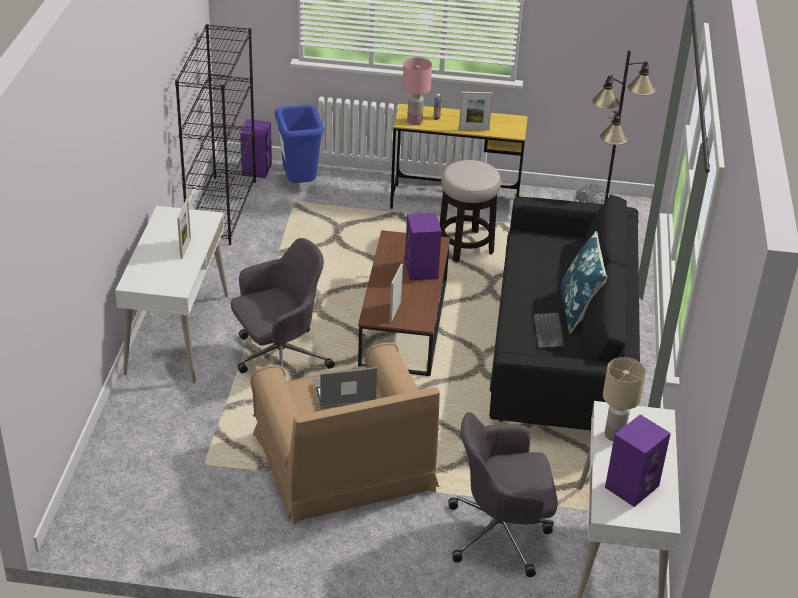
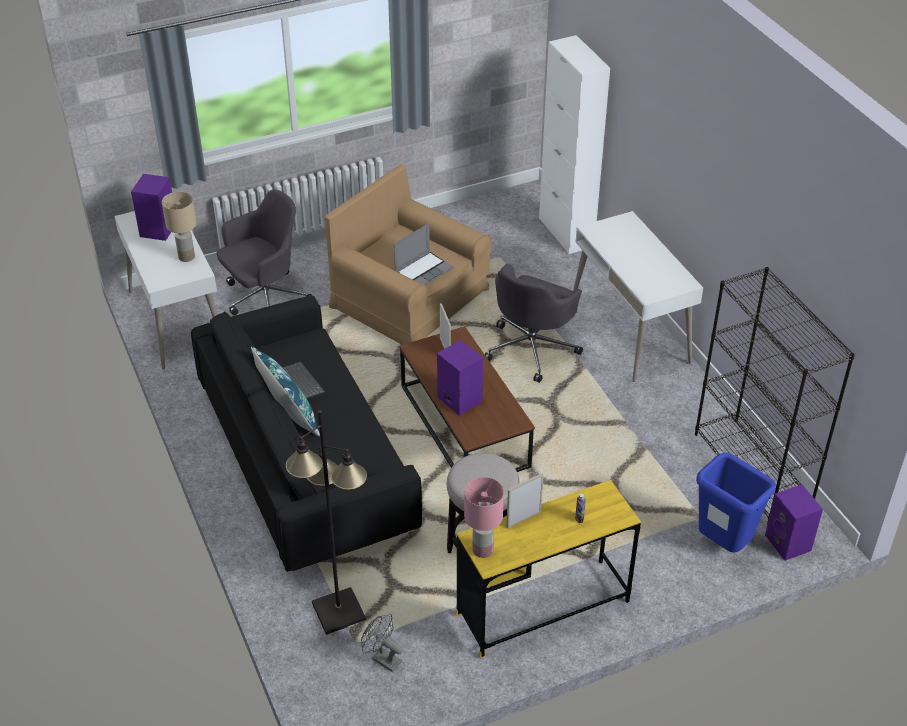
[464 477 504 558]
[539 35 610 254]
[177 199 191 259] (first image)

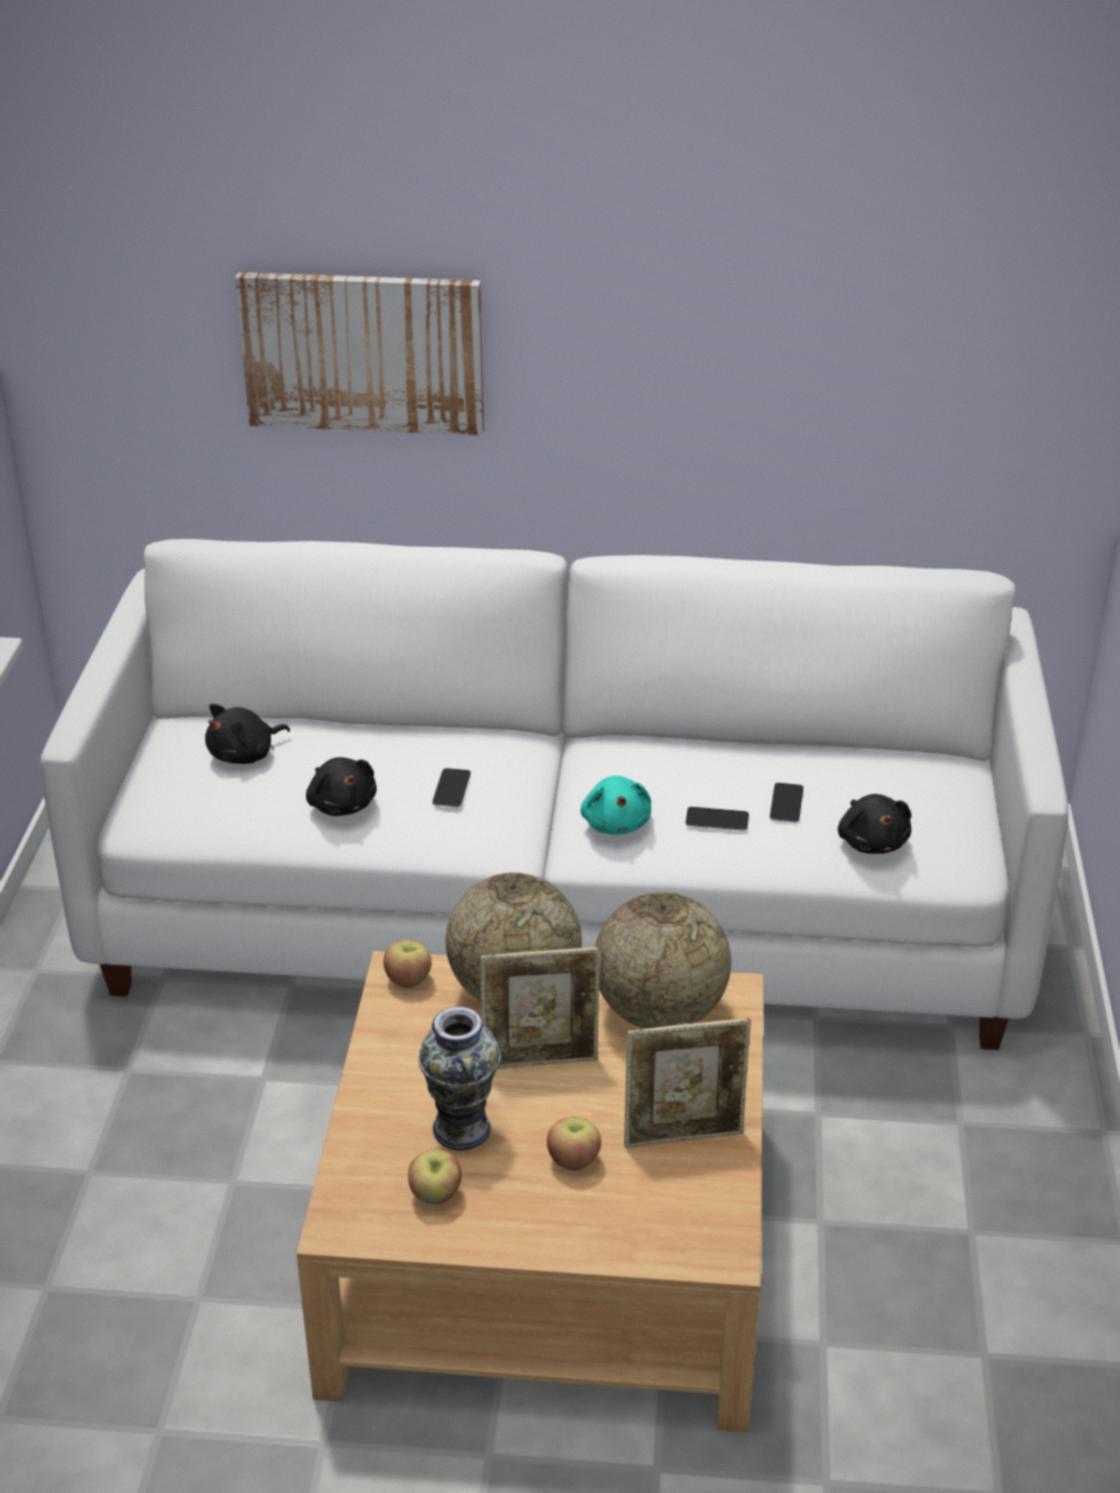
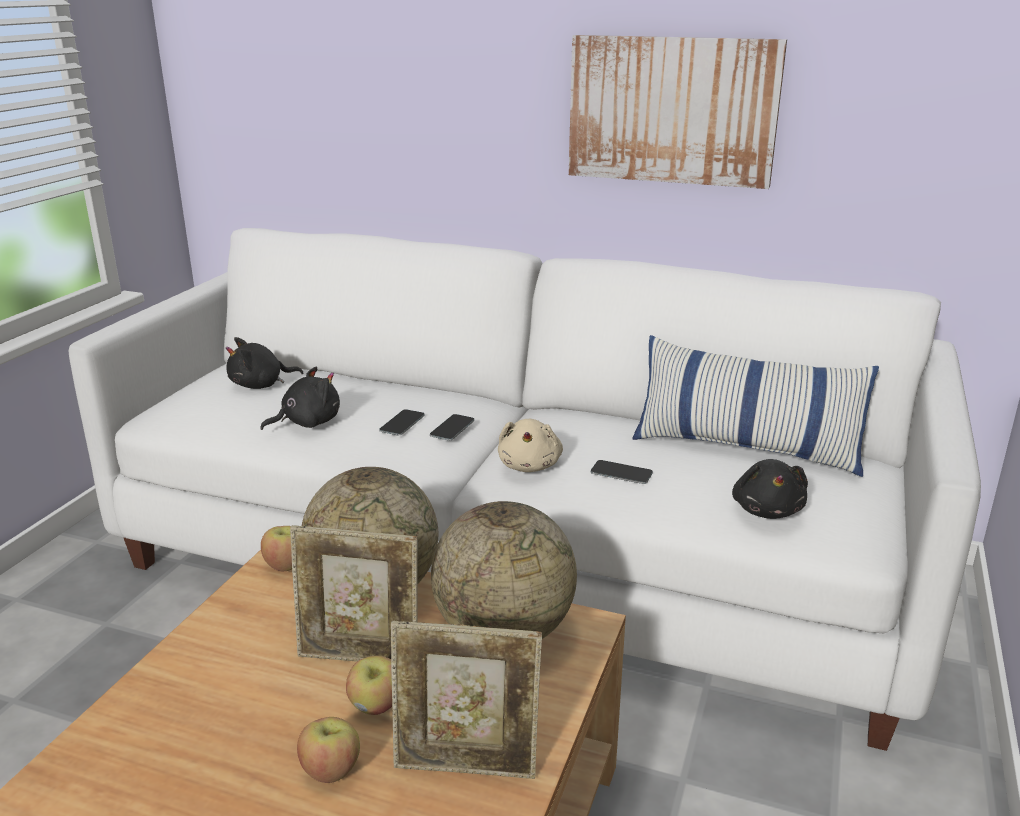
[260 367 340 430]
[346 656 392 715]
[430 414 474 440]
[498 419 563 472]
[569 35 787 189]
[632 335 879 477]
[419 1006 501 1150] (first image)

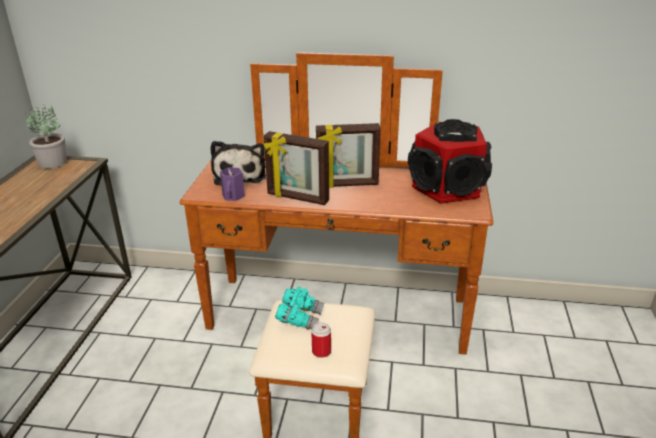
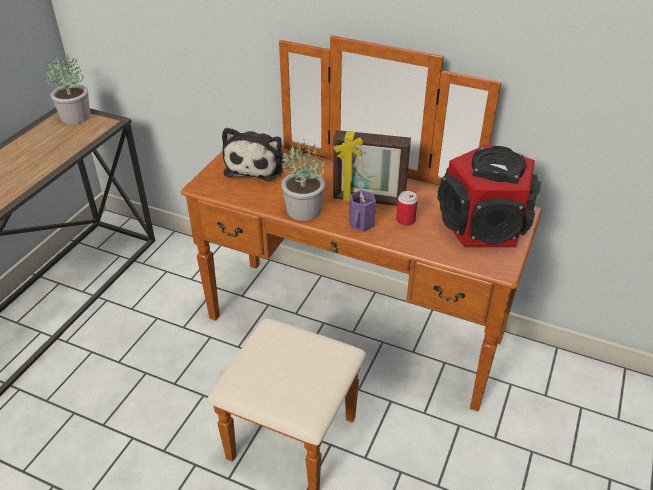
[281 138 325 221]
[349 190 376 232]
[396 191 418 226]
[275 287 324 330] (first image)

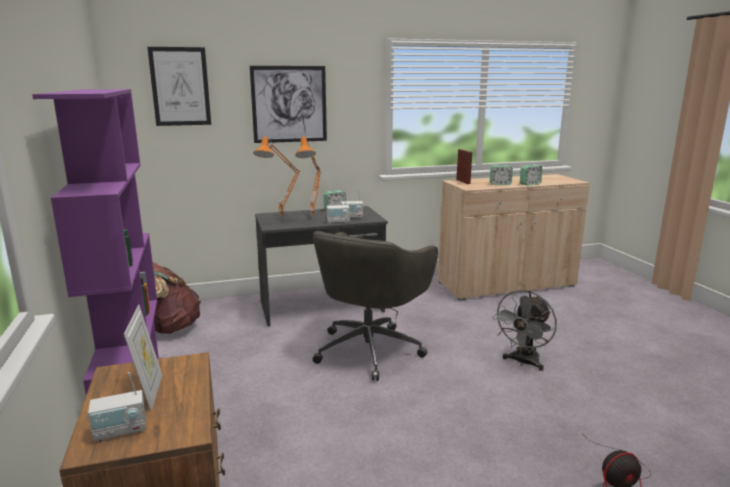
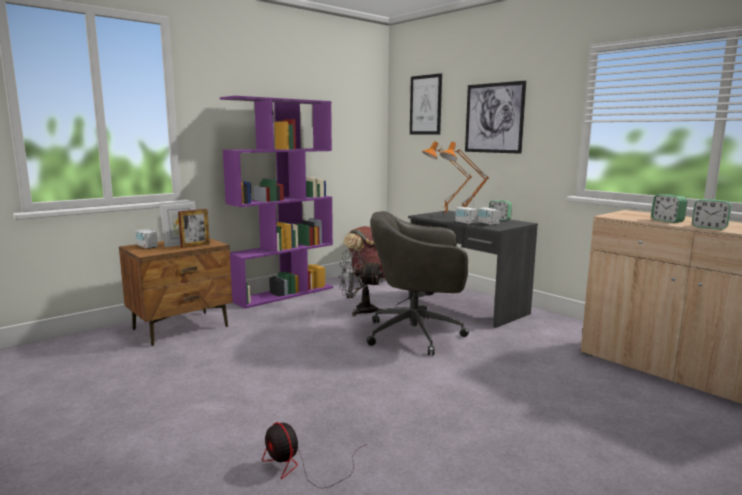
[178 209 210 248]
[338 249 383 316]

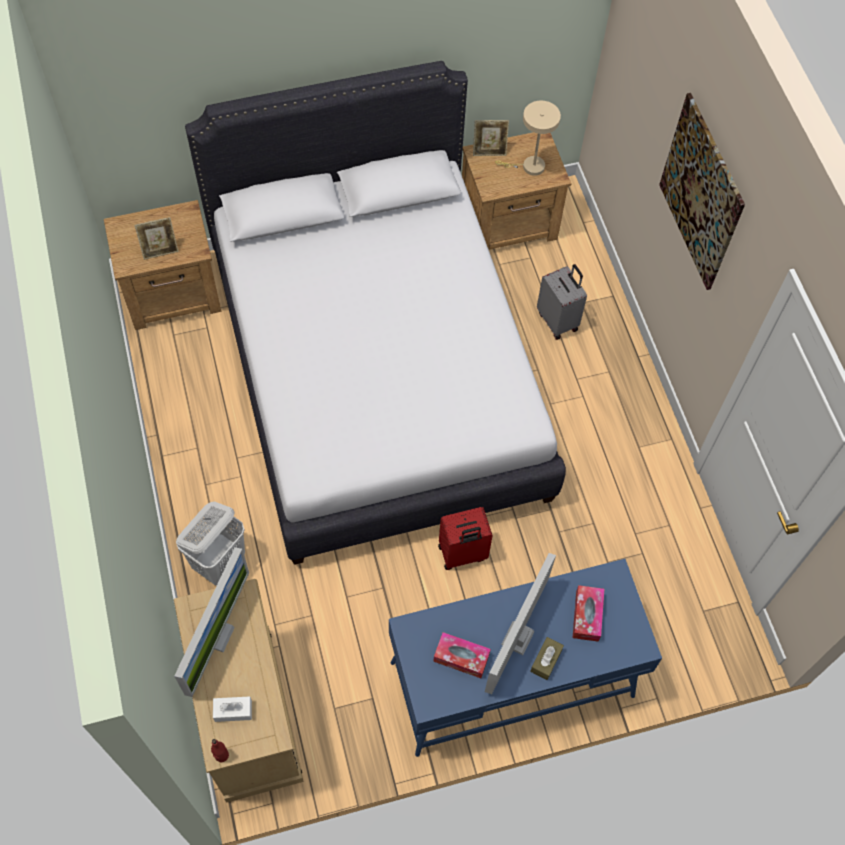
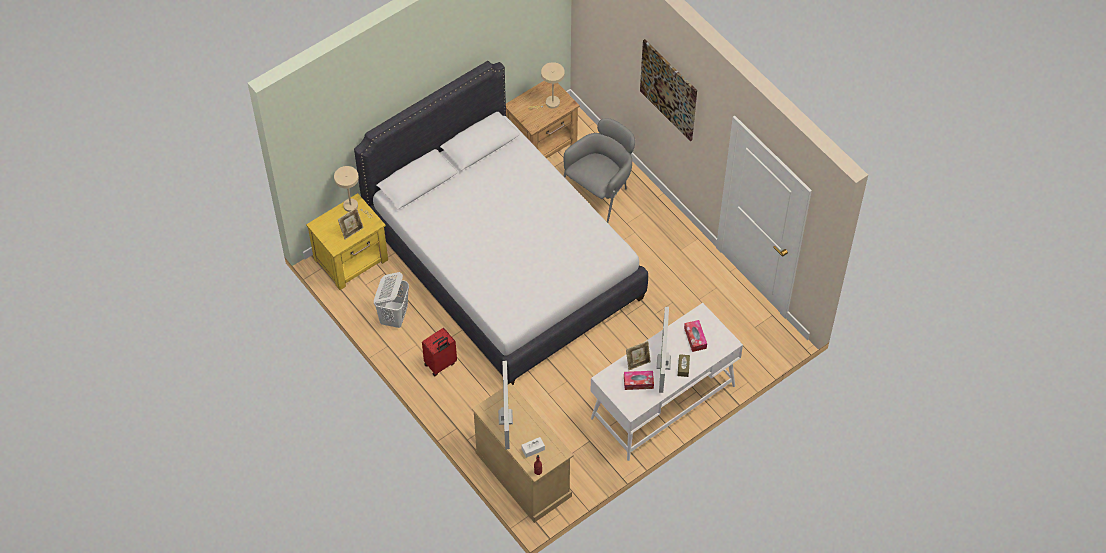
[306 193 388 290]
[334 166 373 218]
[374 272 409 328]
[422 328 457 376]
[564 118 635 223]
[590 303 743 461]
[626 341 651 370]

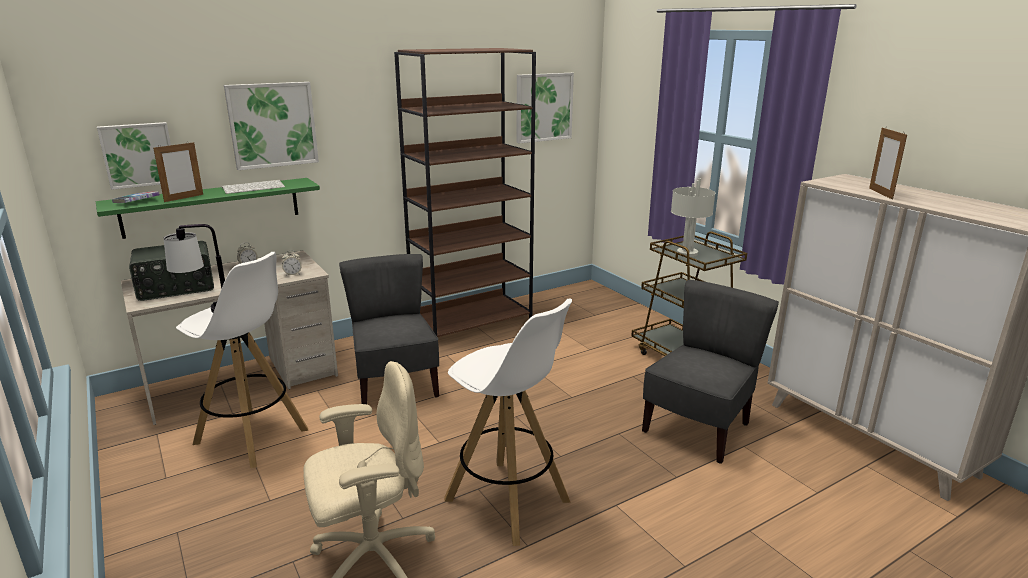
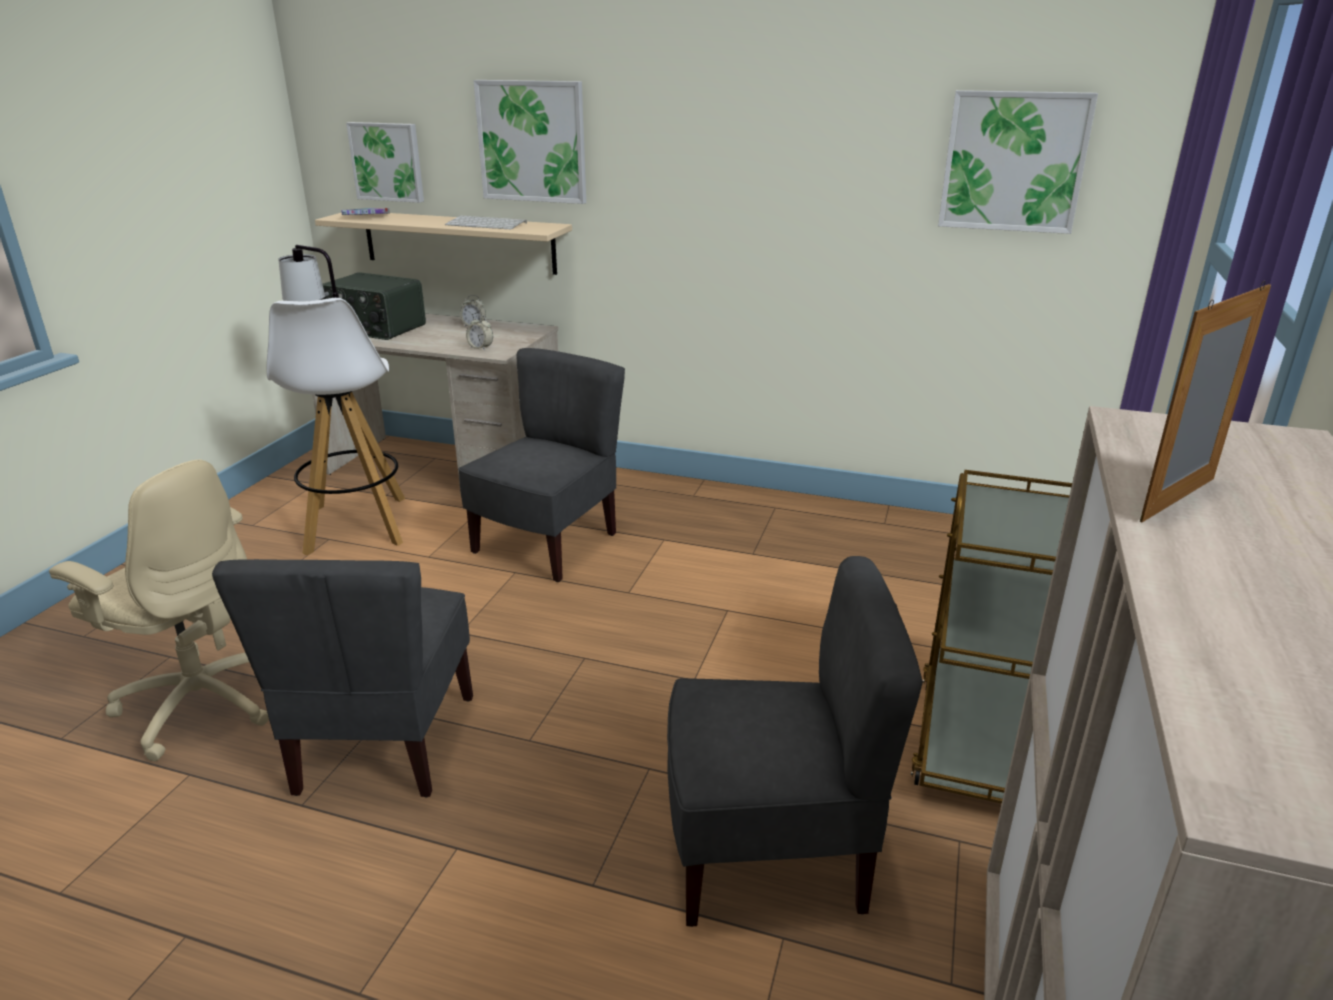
[212 559 473 797]
[315 212 572 275]
[153 141 203 202] (first image)
[394 48 536 337] (first image)
[671 178 715 257] (first image)

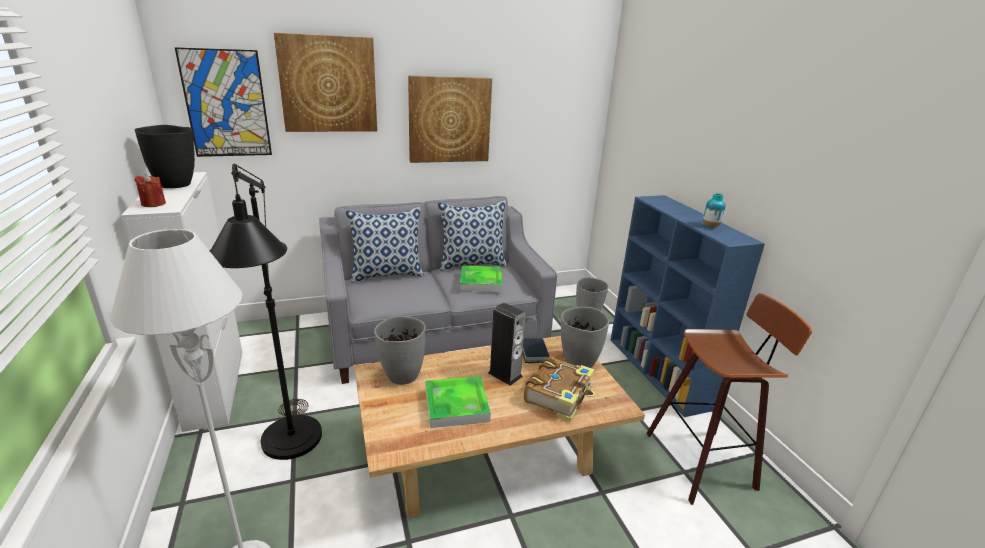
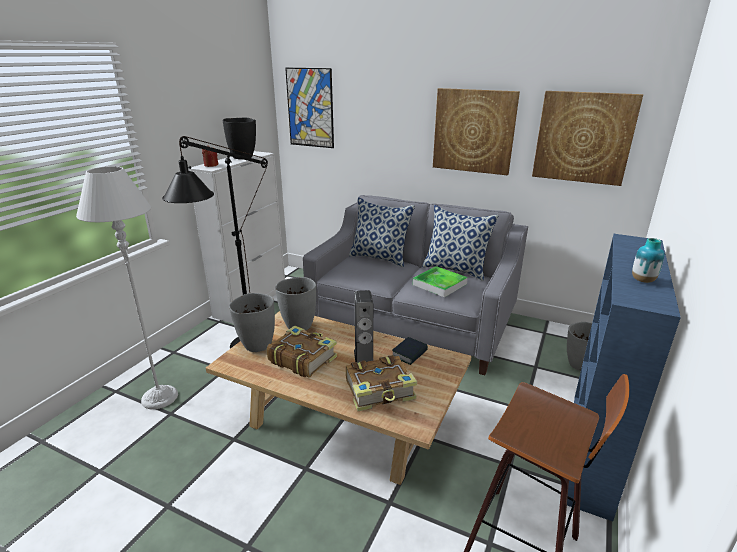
[229 293 275 352]
[267 326 337 377]
[532 91 643 186]

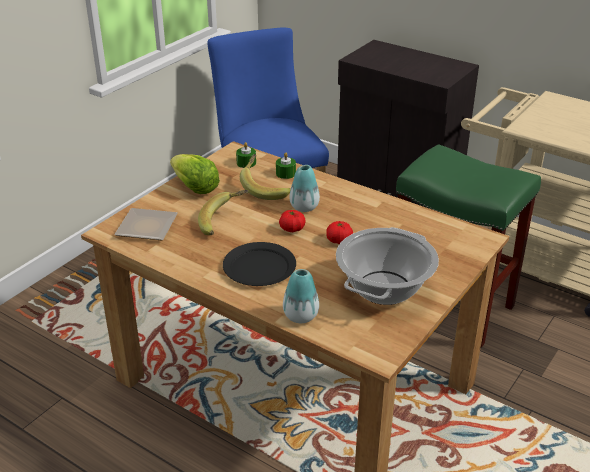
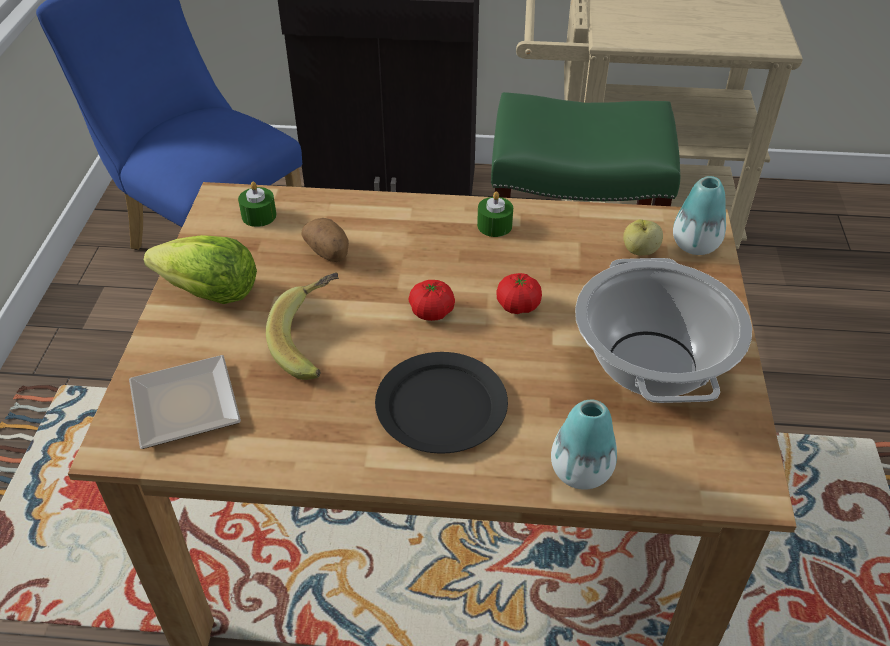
[301 218 349 262]
[477 191 513 237]
[623 219 663 256]
[673 176 726 255]

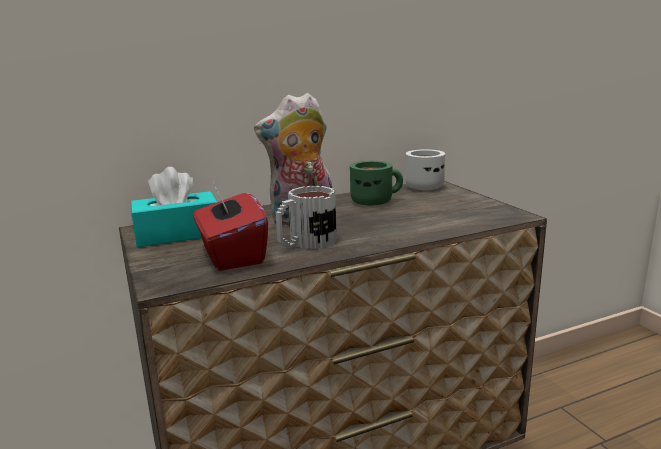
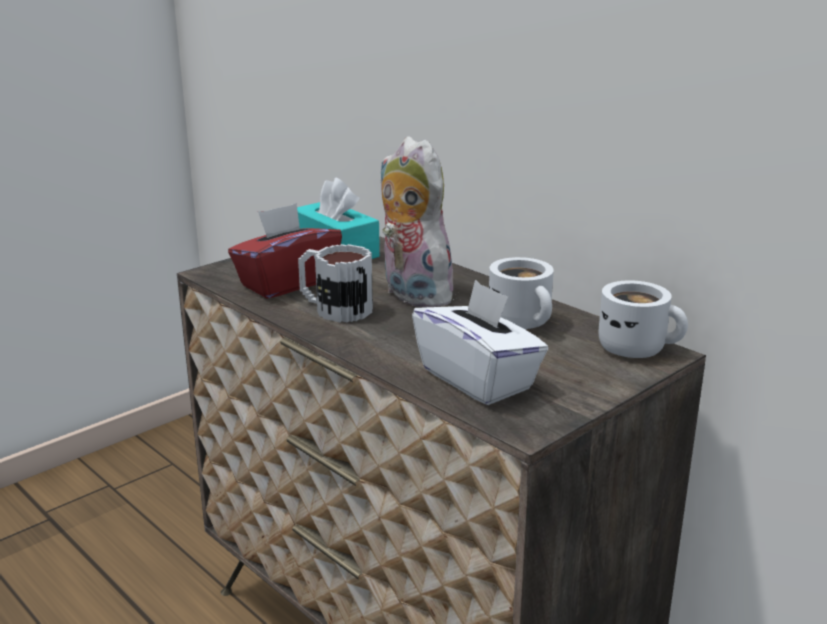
[412 280 548 405]
[489 257 554 329]

